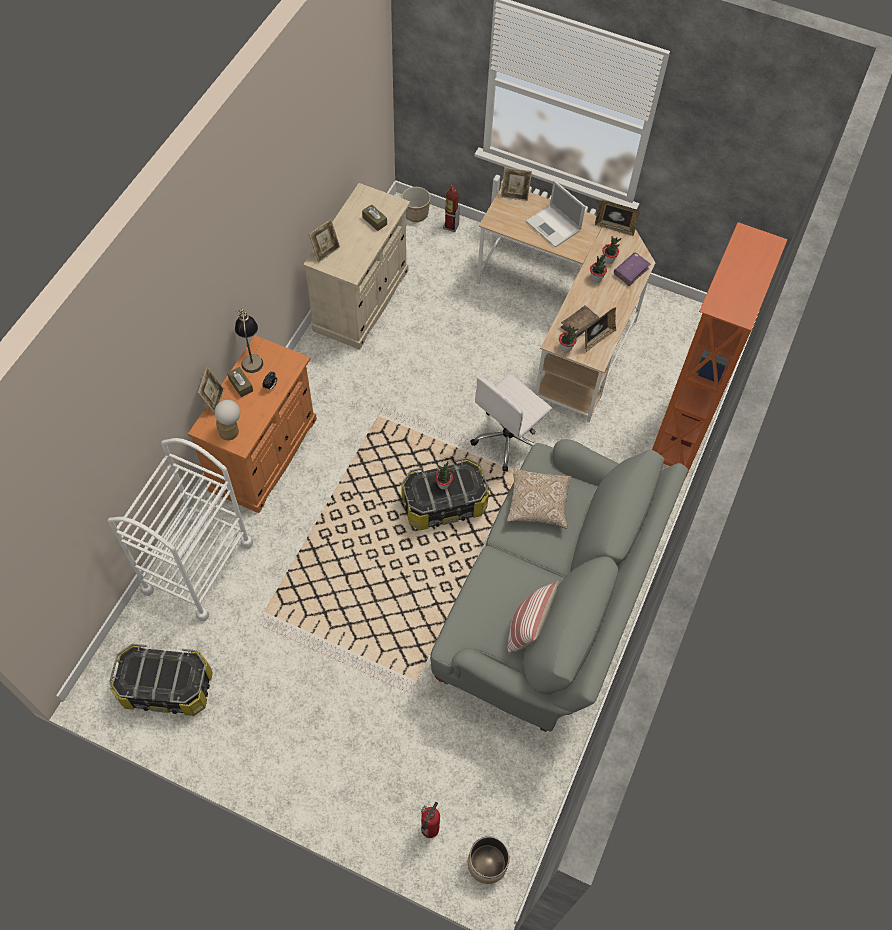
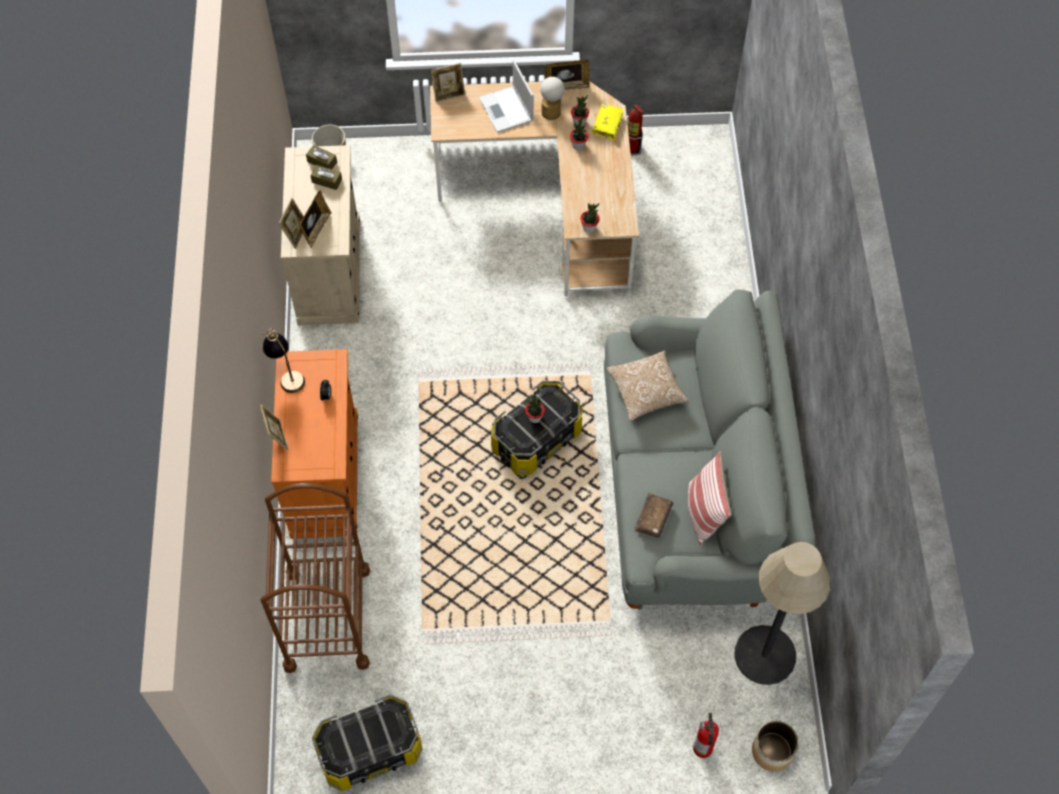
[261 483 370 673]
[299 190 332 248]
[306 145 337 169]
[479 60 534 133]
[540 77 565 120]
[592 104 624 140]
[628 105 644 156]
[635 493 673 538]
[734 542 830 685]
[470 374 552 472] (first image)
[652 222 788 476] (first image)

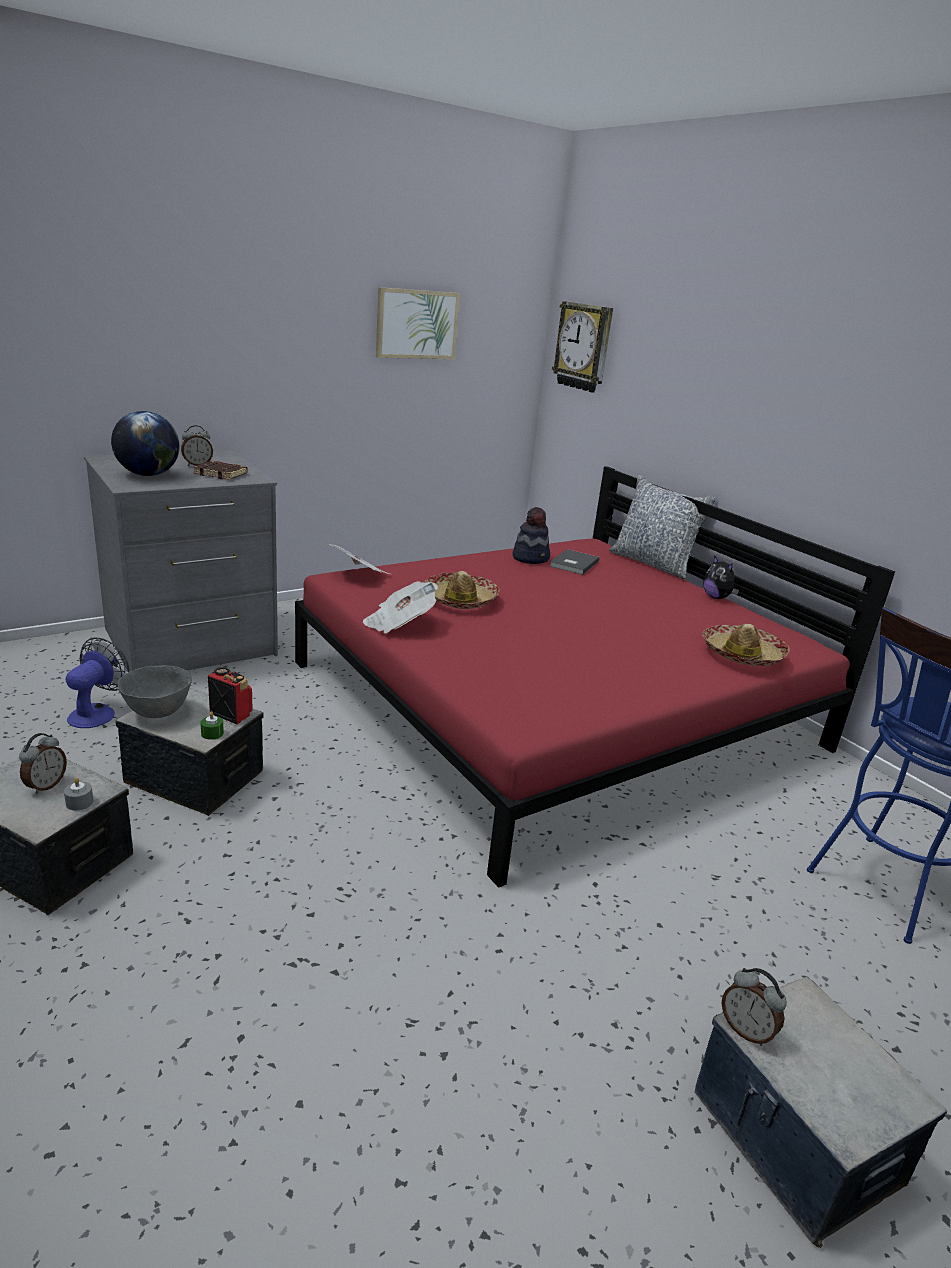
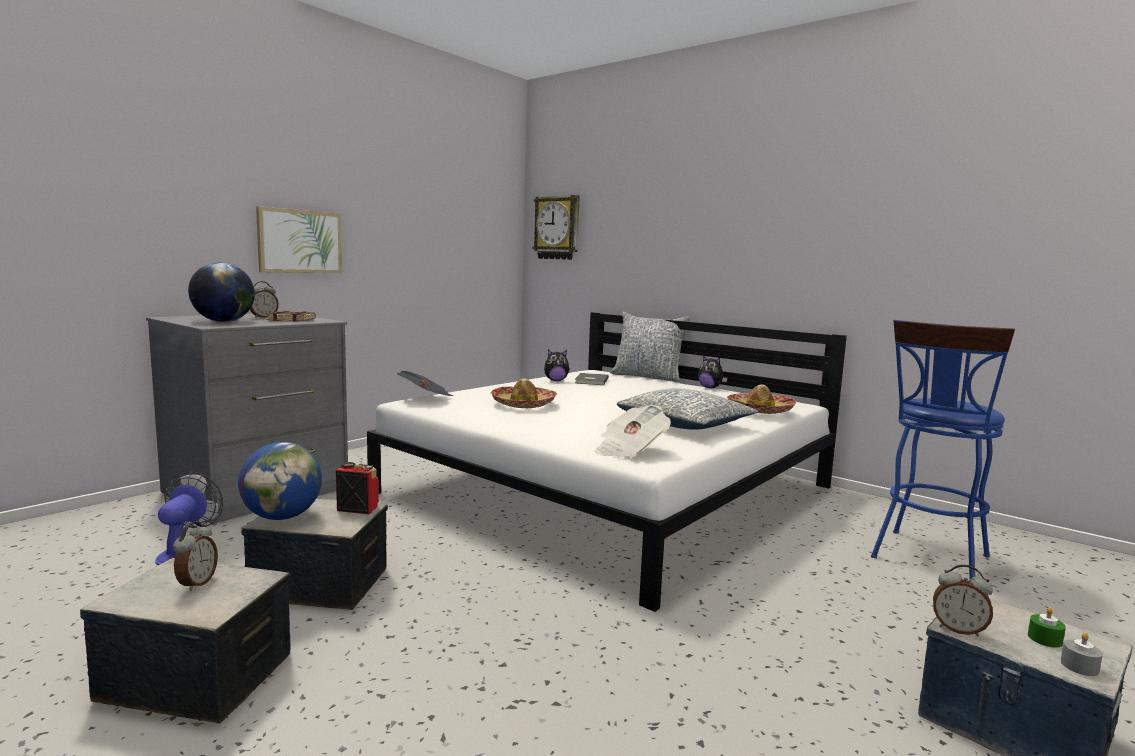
[238 442 322 520]
[256 206 342 273]
[367 312 847 612]
[544 350 570 381]
[595 405 671 457]
[617 388 758 430]
[1028 607 1066 648]
[1061 632 1103 676]

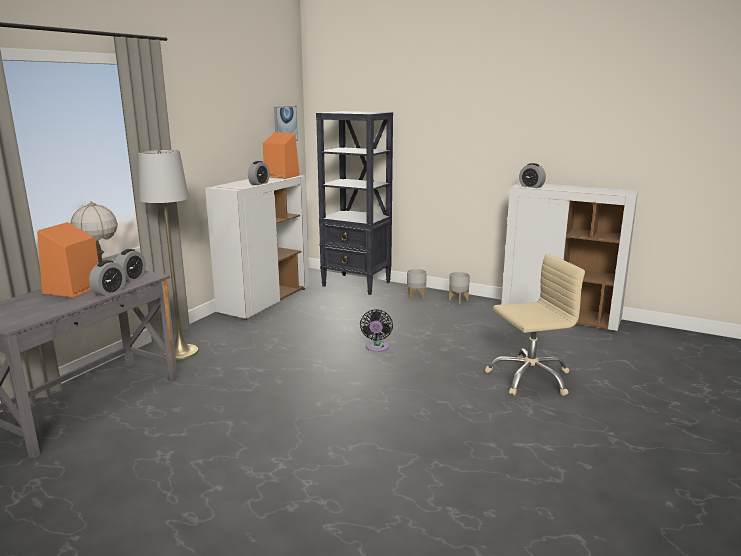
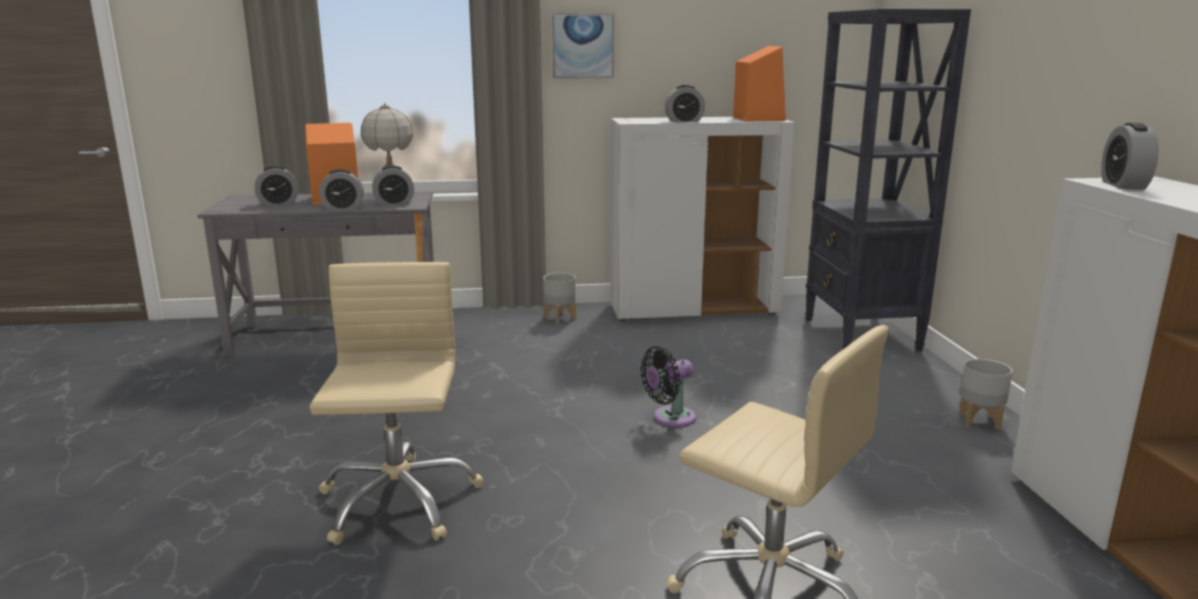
[255 166 298 206]
[310 262 484 545]
[543 273 576 324]
[552 14 614 78]
[138 150 199 360] (first image)

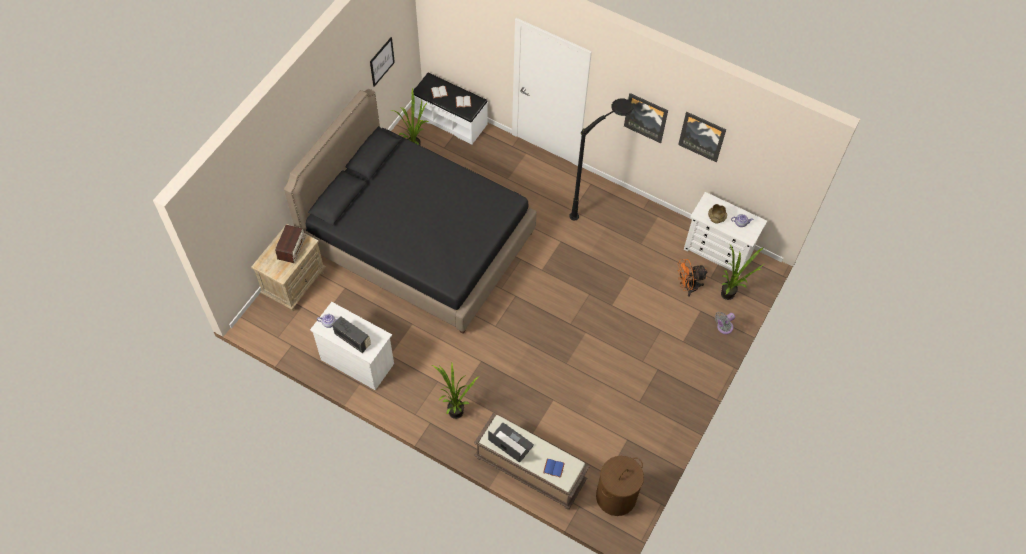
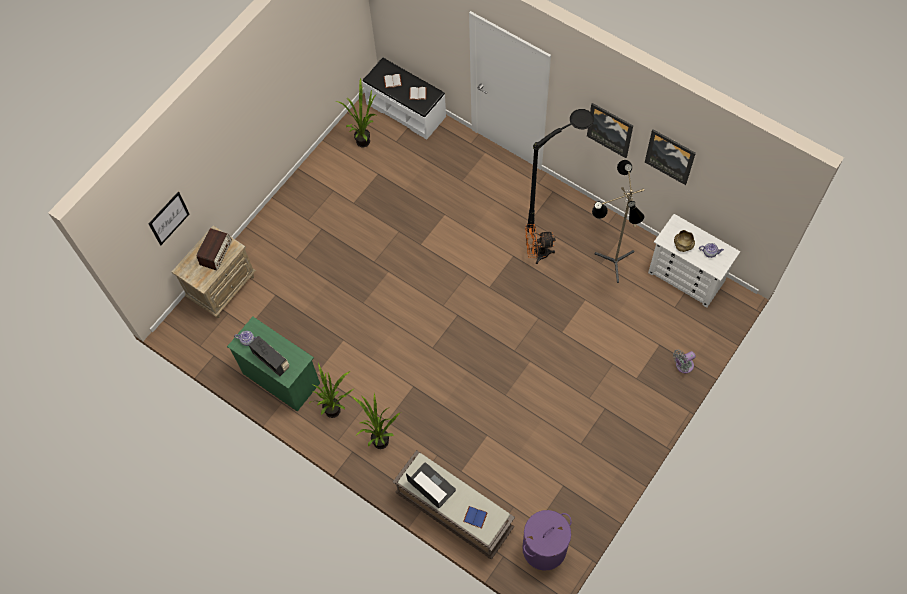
[149 192 189 245]
[227 316 320 411]
[309 363 355 418]
[522 510 572 571]
[525 224 555 264]
[592 160 645 283]
[284 89 537 334] (first image)

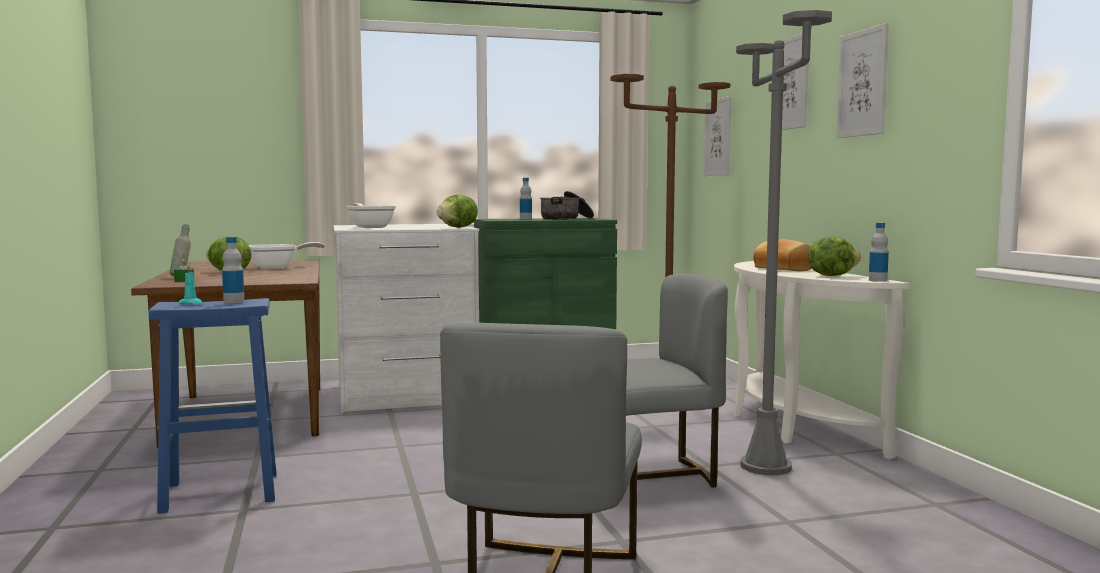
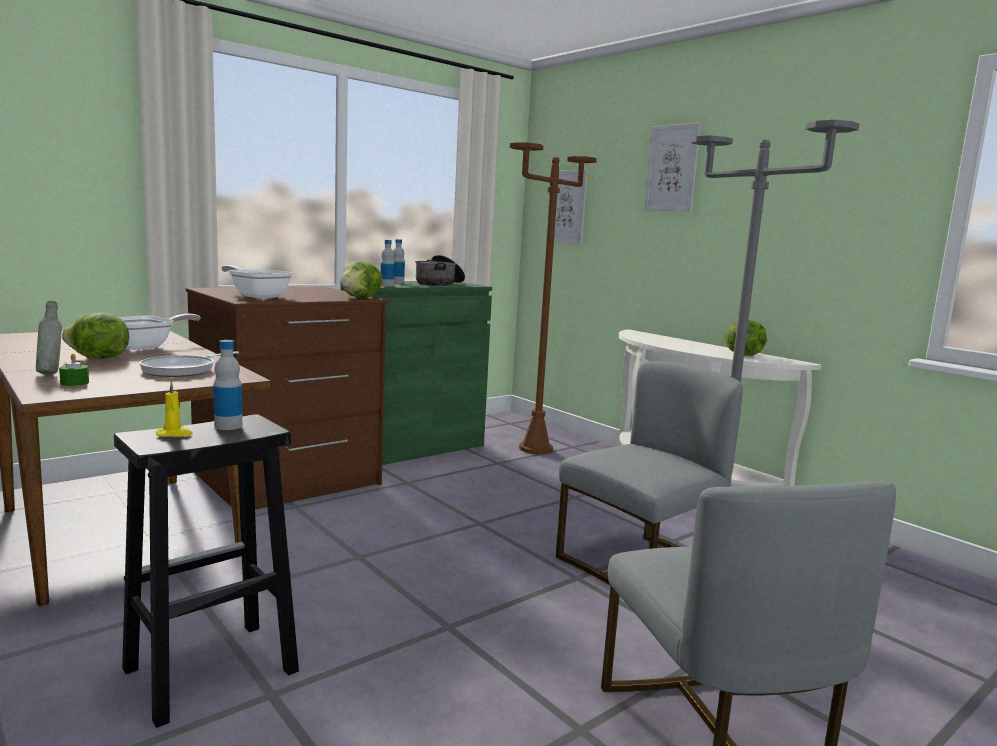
[114 414 299 728]
[139 351 239 377]
[156 381 193 437]
[185 287 389 510]
[380 240 395 287]
[753 239 812 271] (first image)
[837 23 889 138] (first image)

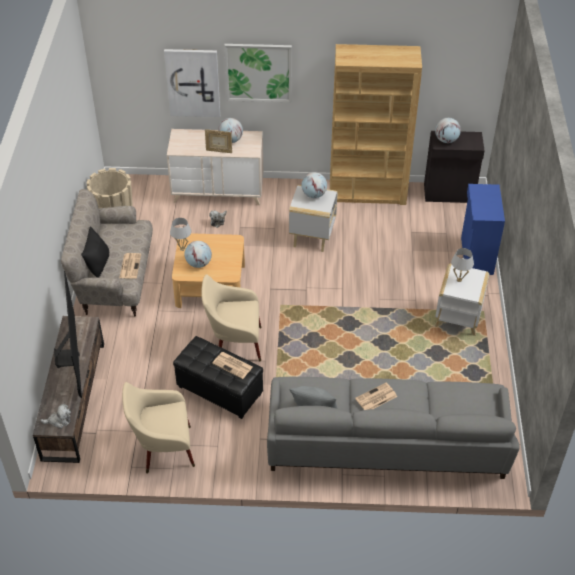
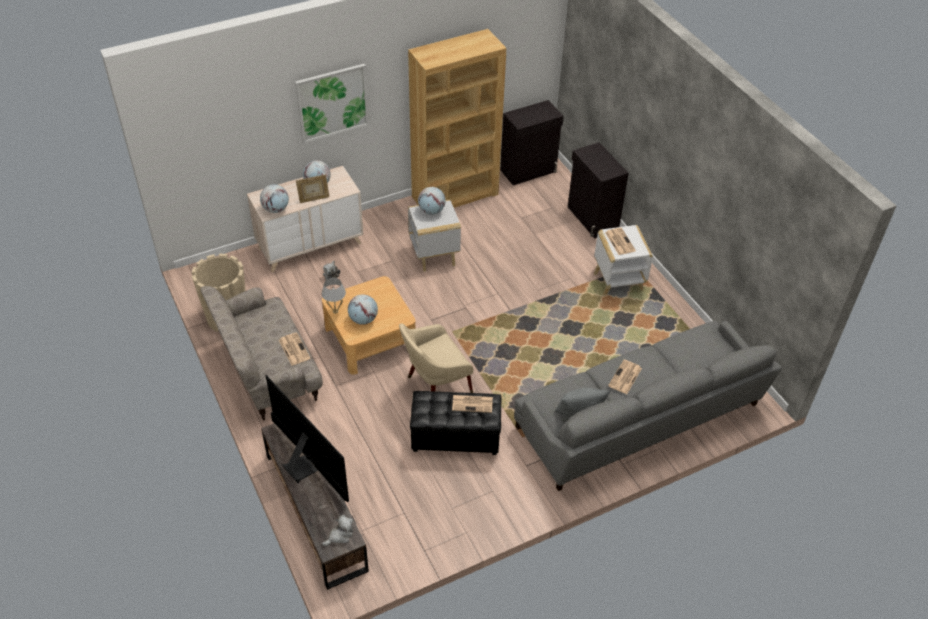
[260 184 289 213]
[568 142 629 238]
[605 228 636 255]
[81 226 109 277] (first image)
[122 382 195 474] (first image)
[164 49 220 117] (first image)

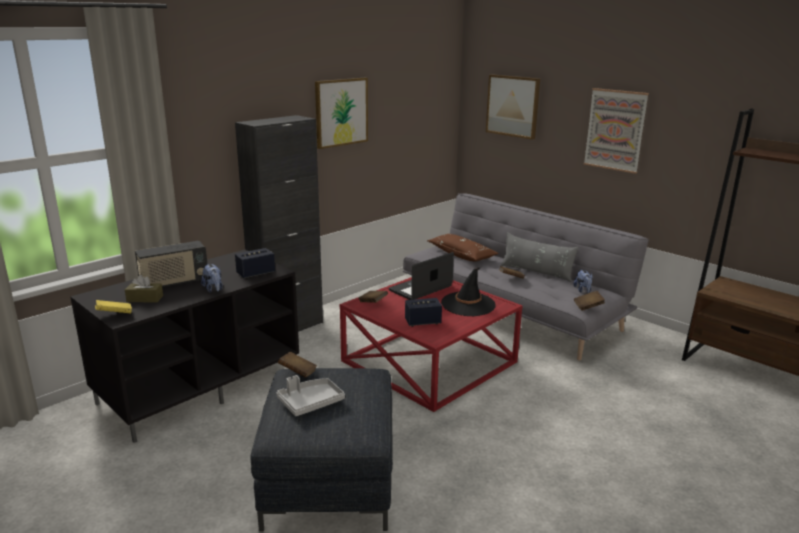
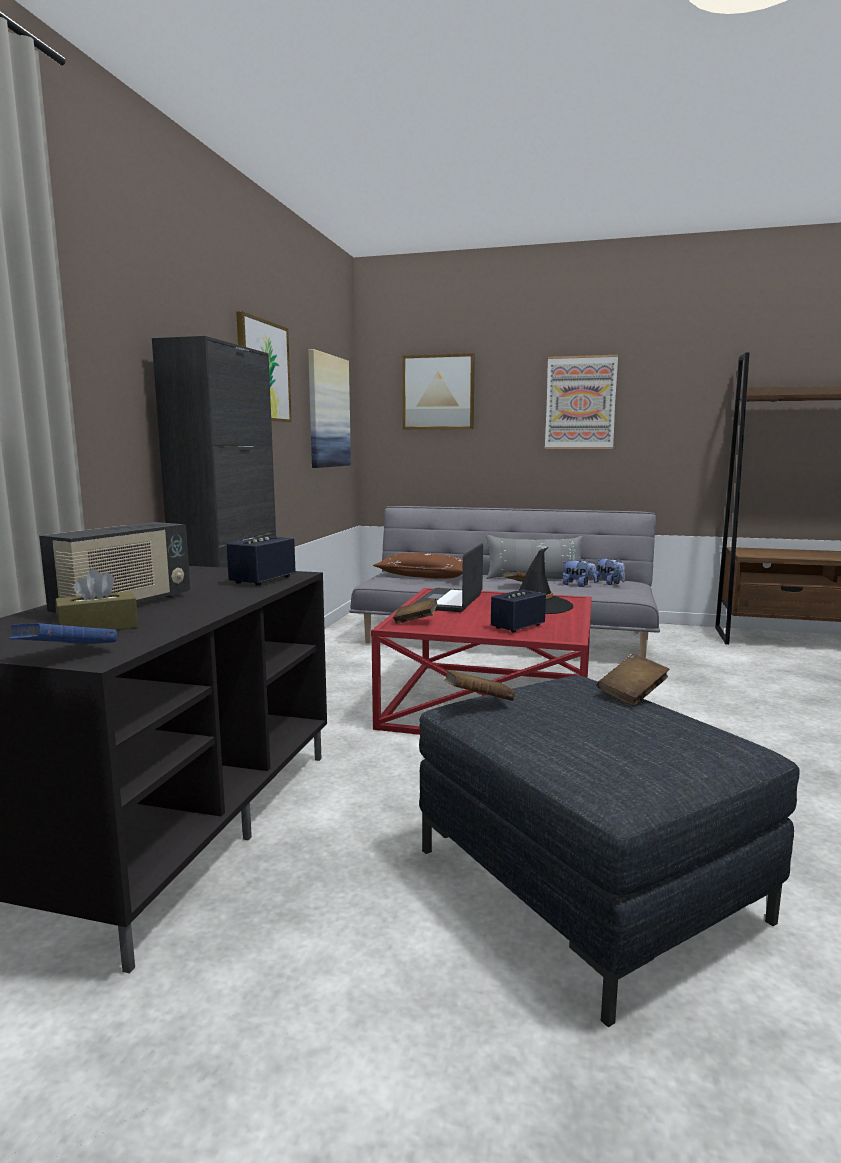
[10 623 117 644]
[308 349 351 468]
[562 559 597 587]
[597 653 669 706]
[277 375 345 416] (first image)

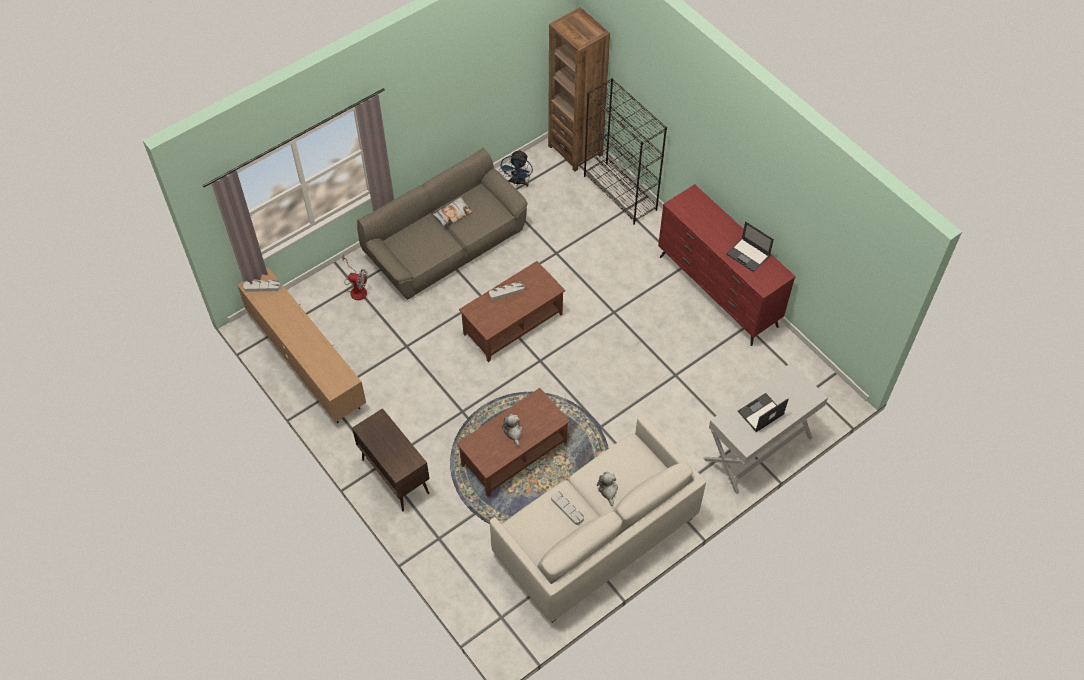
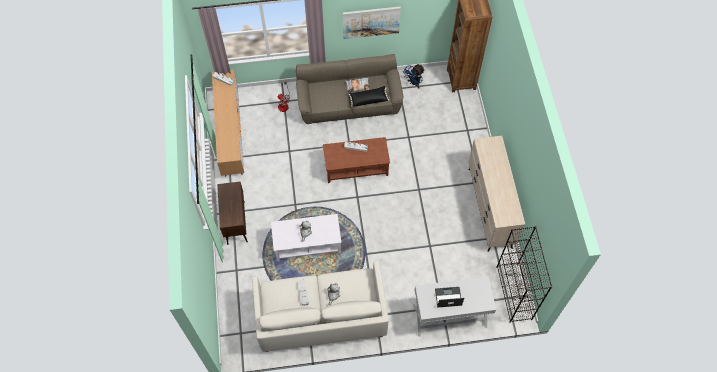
[271 214 342 261]
[343 7 401 39]
[349 86 389 107]
[468 136 525 252]
[496 226 552 323]
[726 221 774 272] (first image)

